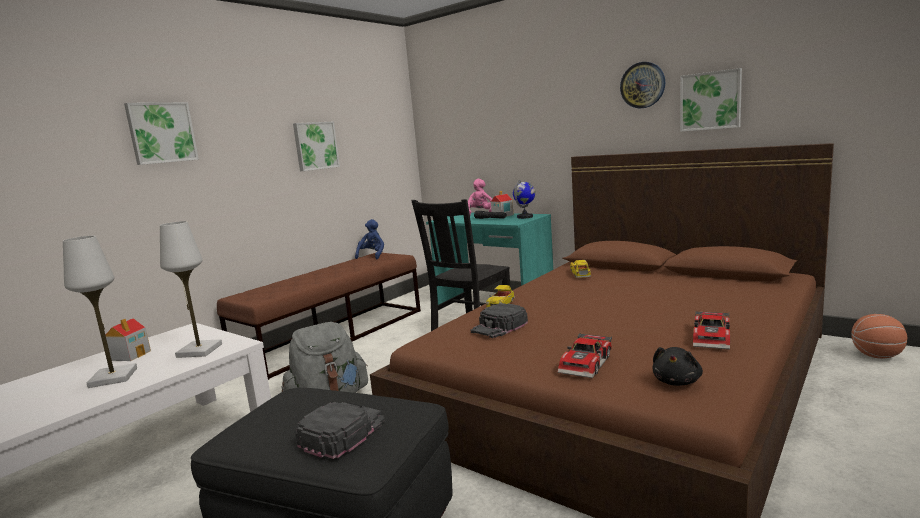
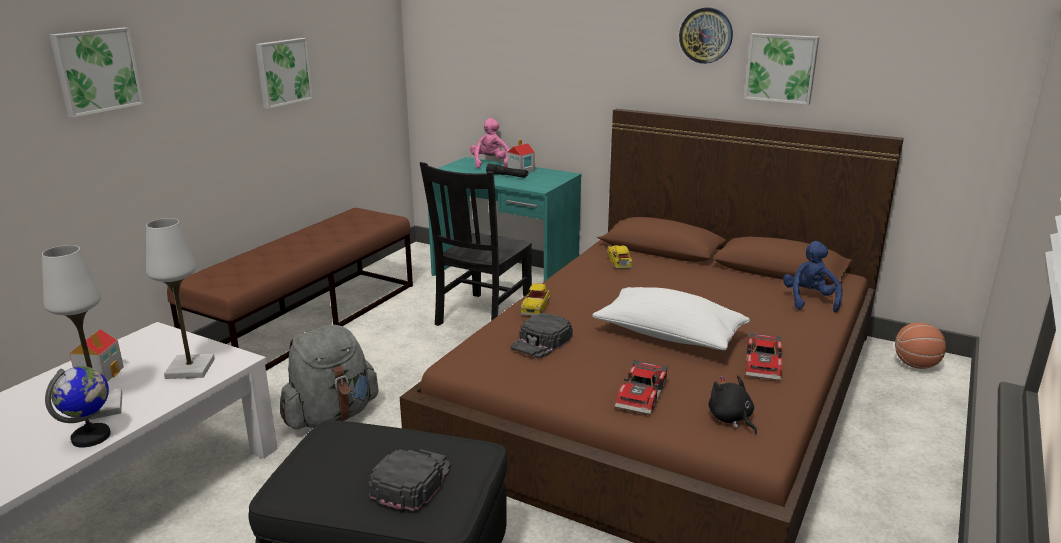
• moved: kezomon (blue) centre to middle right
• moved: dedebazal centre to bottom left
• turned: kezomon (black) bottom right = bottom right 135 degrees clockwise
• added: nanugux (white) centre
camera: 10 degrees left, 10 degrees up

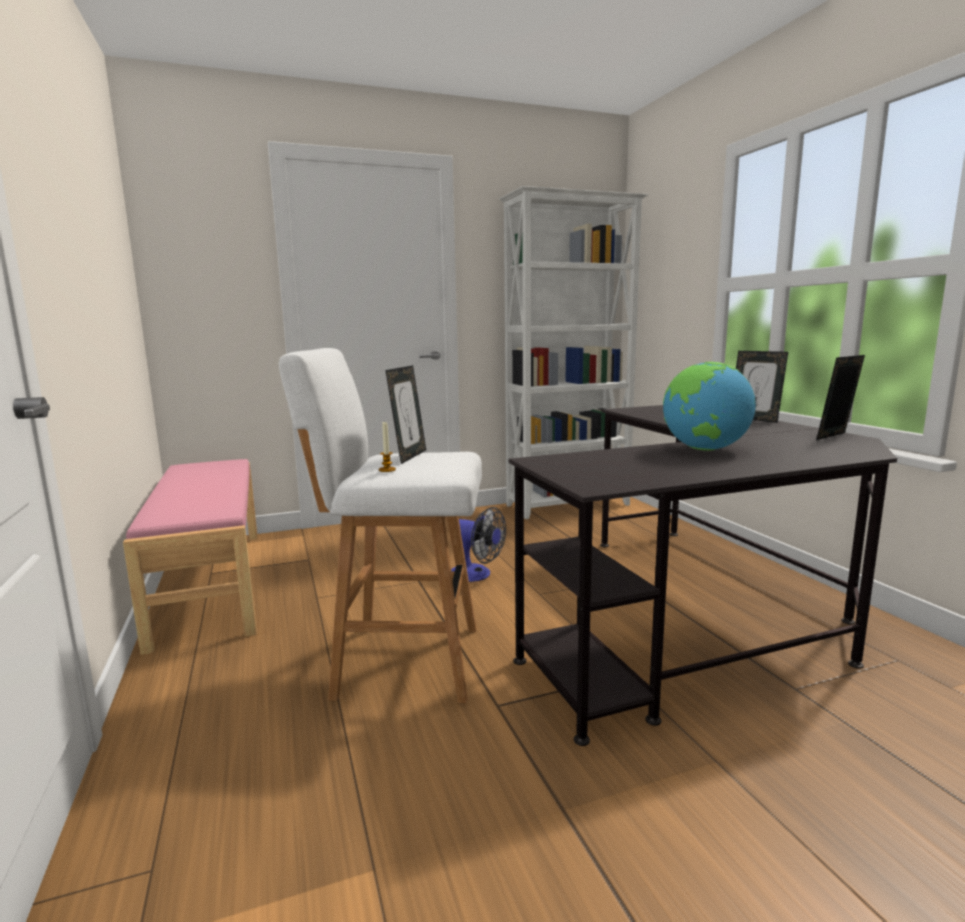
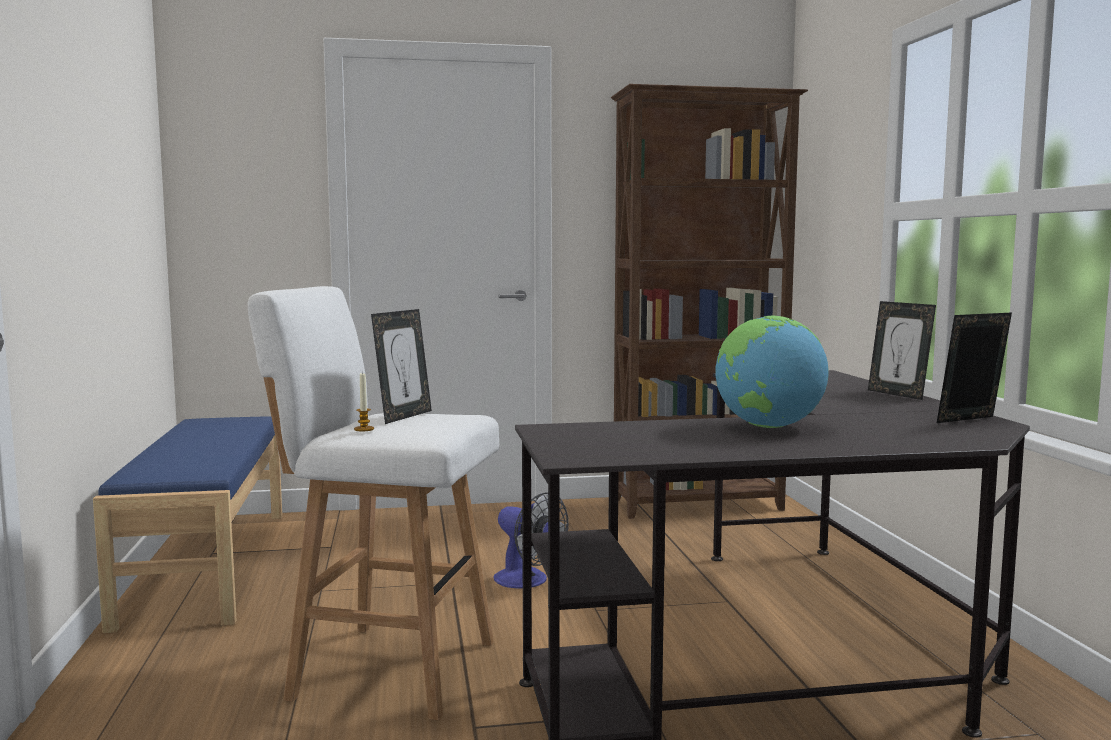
• recoloured: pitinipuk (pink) middle left to pitinipuk (blue) bottom left
• recoloured: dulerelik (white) centre to dulerelik (brown) centre
camera: 10 degrees right, 5 degrees down

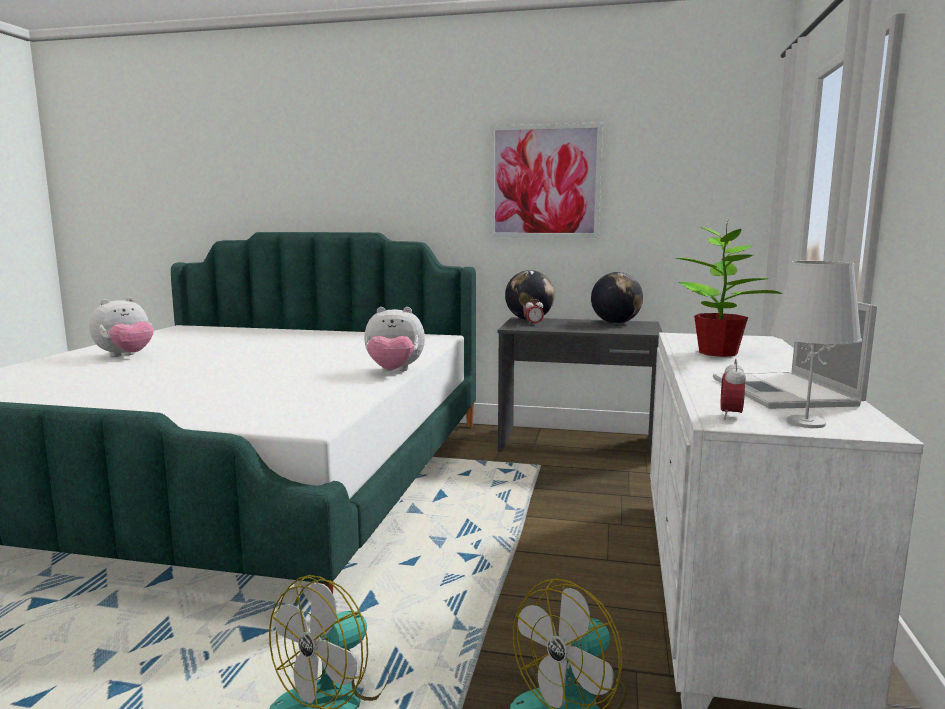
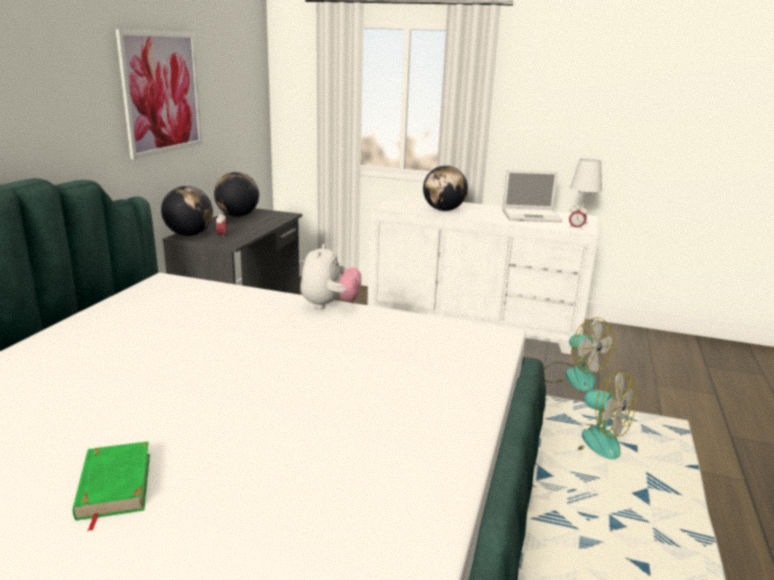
• replaced: kezomon (1st from left) middle left to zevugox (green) bottom left
• replaced: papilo middle right to dedebazal (3rd from left) top centre
camera: 85 degrees left, 10 degrees up

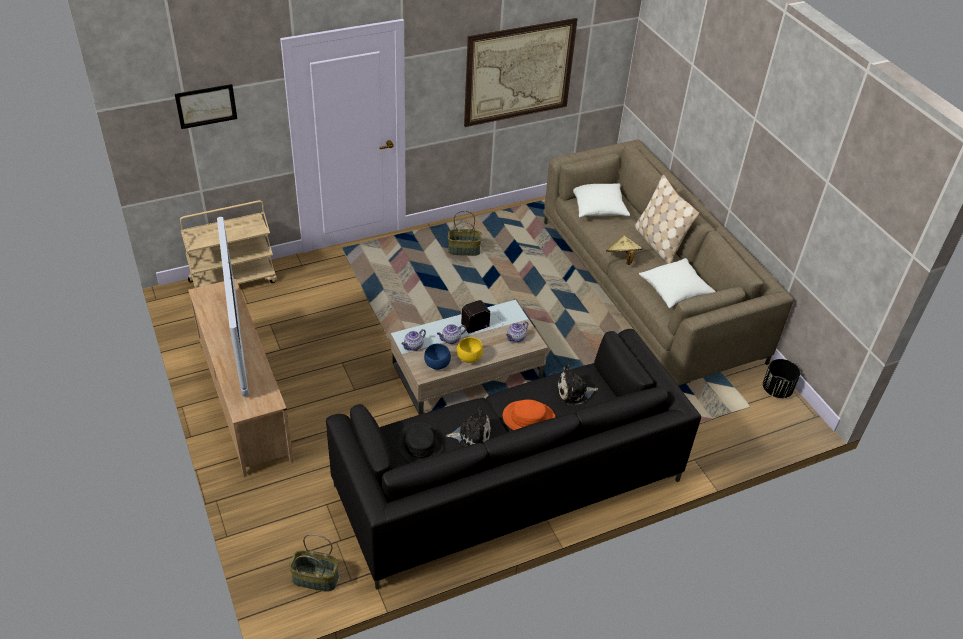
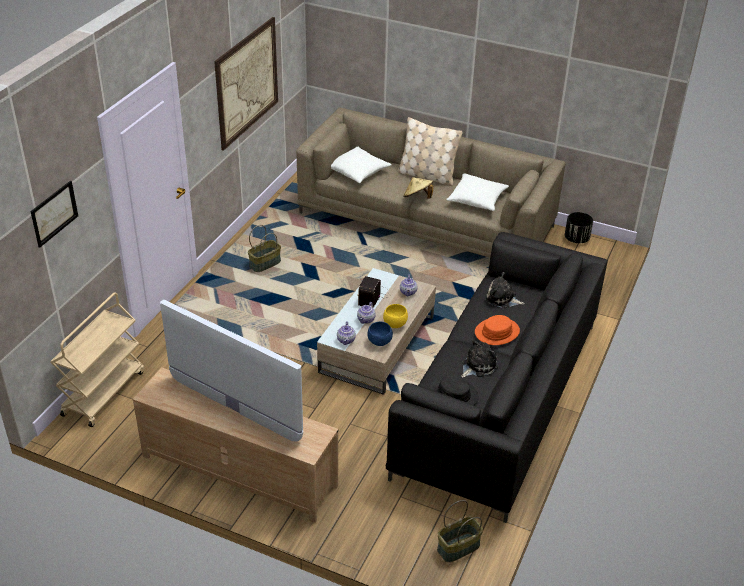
• turned: kezomon (2nd from left) centre = middle right 75 degrees clockwise
camera: 40 degrees left, 5 degrees down

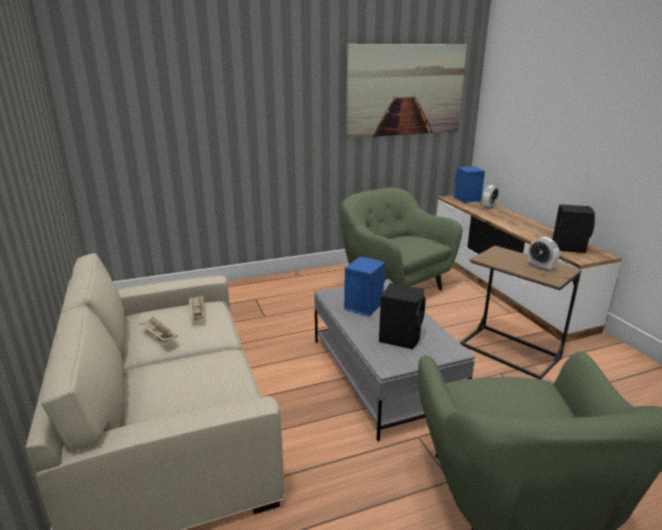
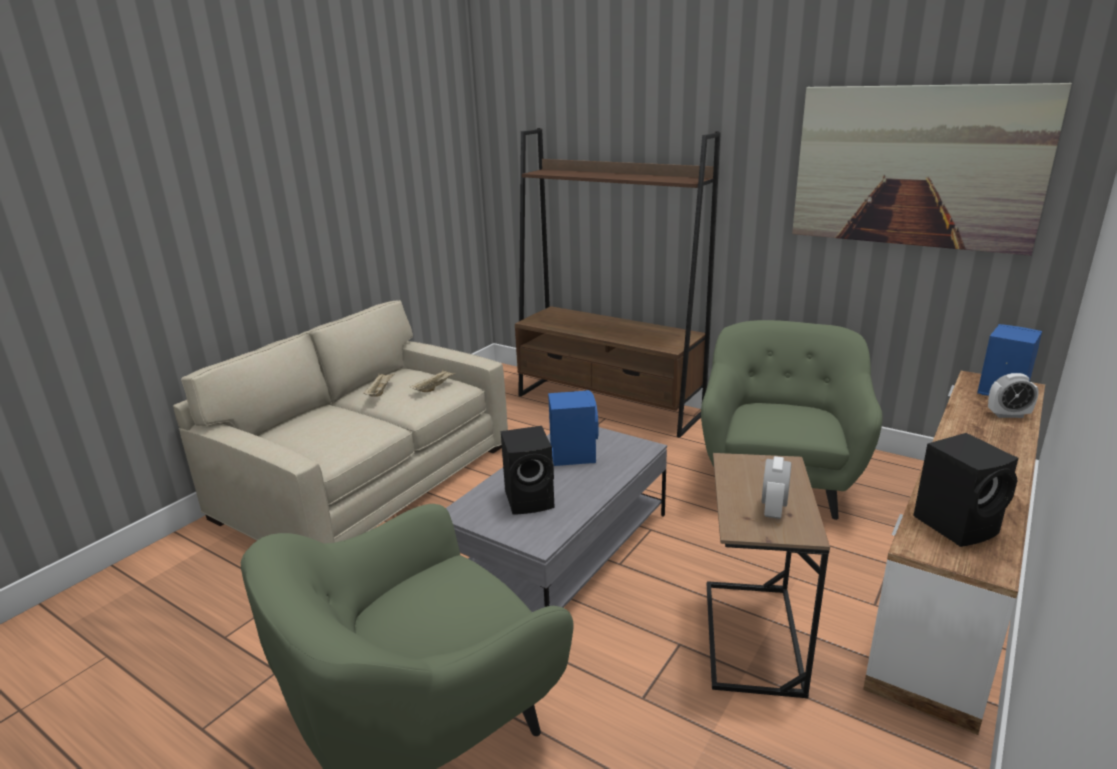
• added: dulerelik (brown) centre
camera: 55 degrees right, 0 degrees up

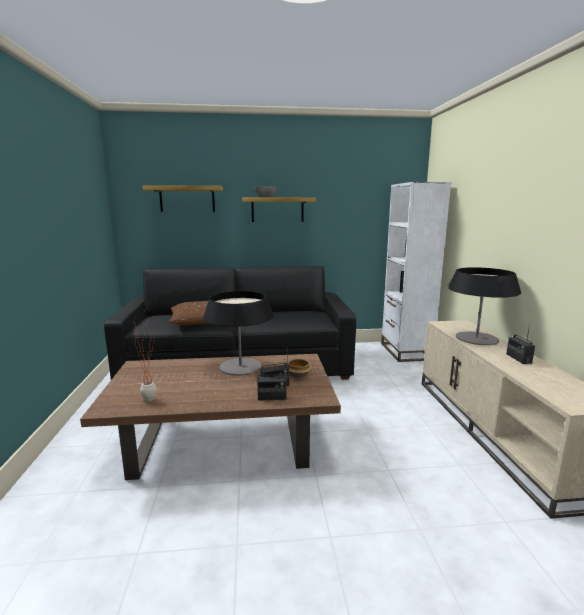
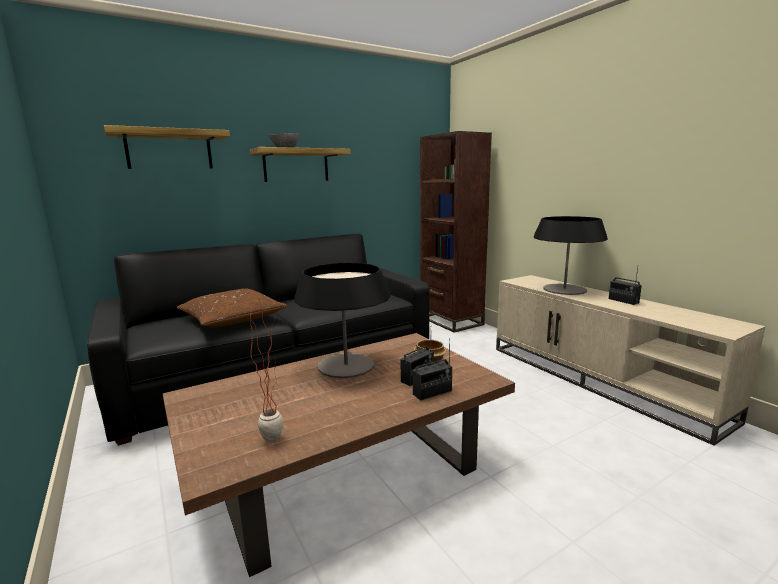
• recoloured: dulerelik (white) middle right to dulerelik (brown) centre
camera: 25 degrees left, 0 degrees up

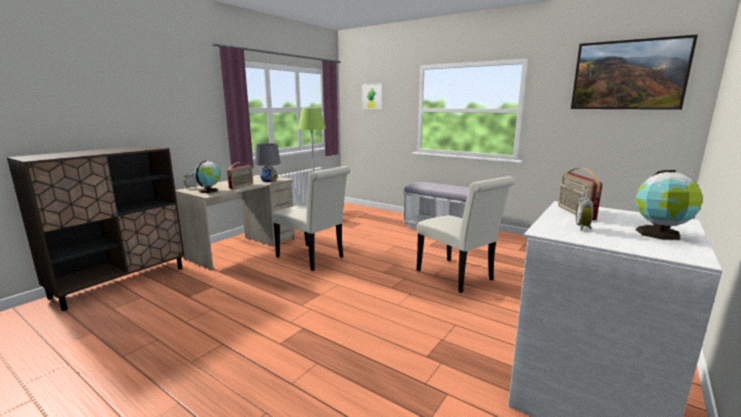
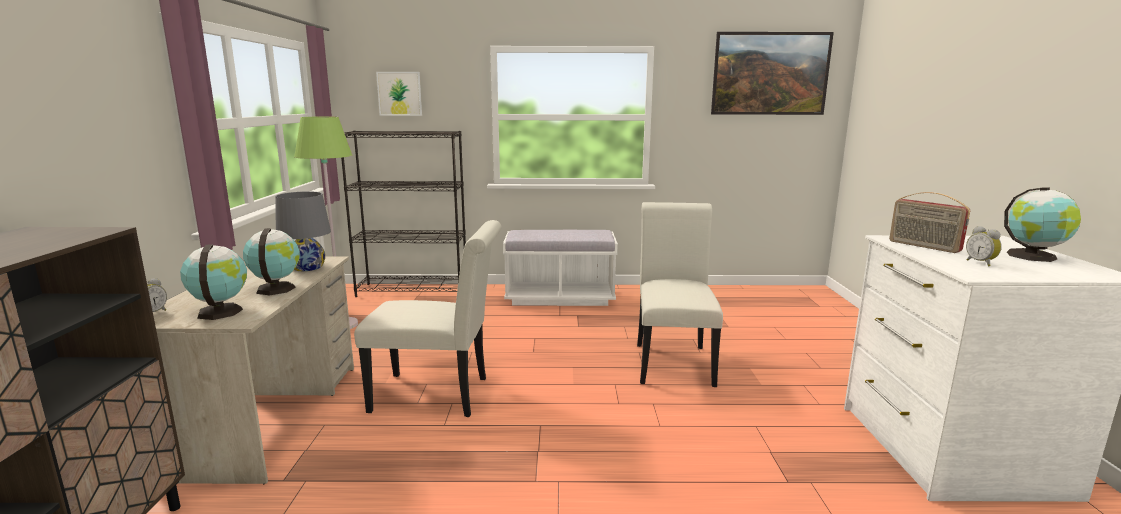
• replaced: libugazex (1st from left) middle left to dedebazal (2nd from left) middle left
• turned: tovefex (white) (2nd from left) centre = centre 105 degrees counterclockwise
• added: dulerelik (black) centre
camera: 35 degrees left, 0 degrees up

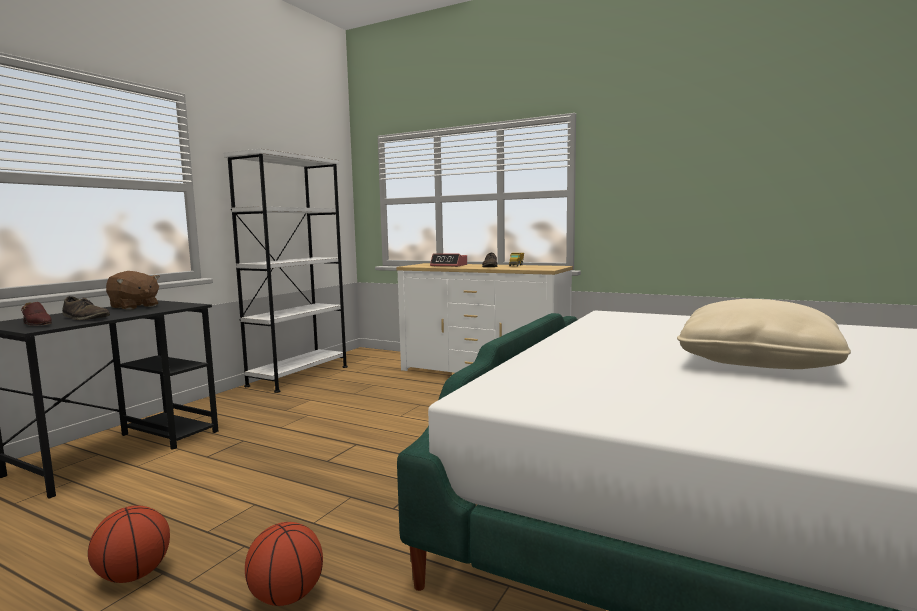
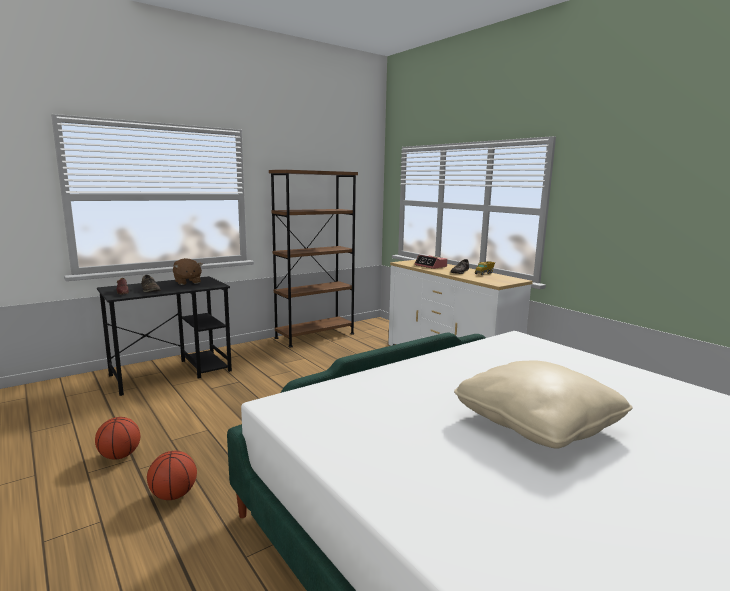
• recoloured: dulerelik (white) middle left to dulerelik (brown) centre
camera: 25 degrees right, 5 degrees up

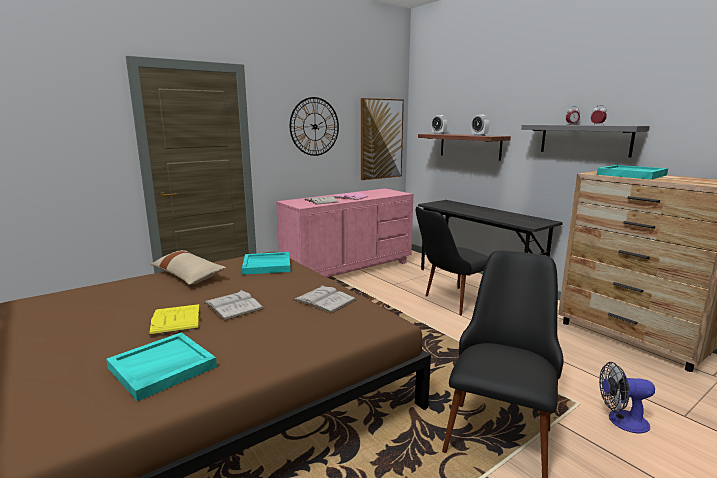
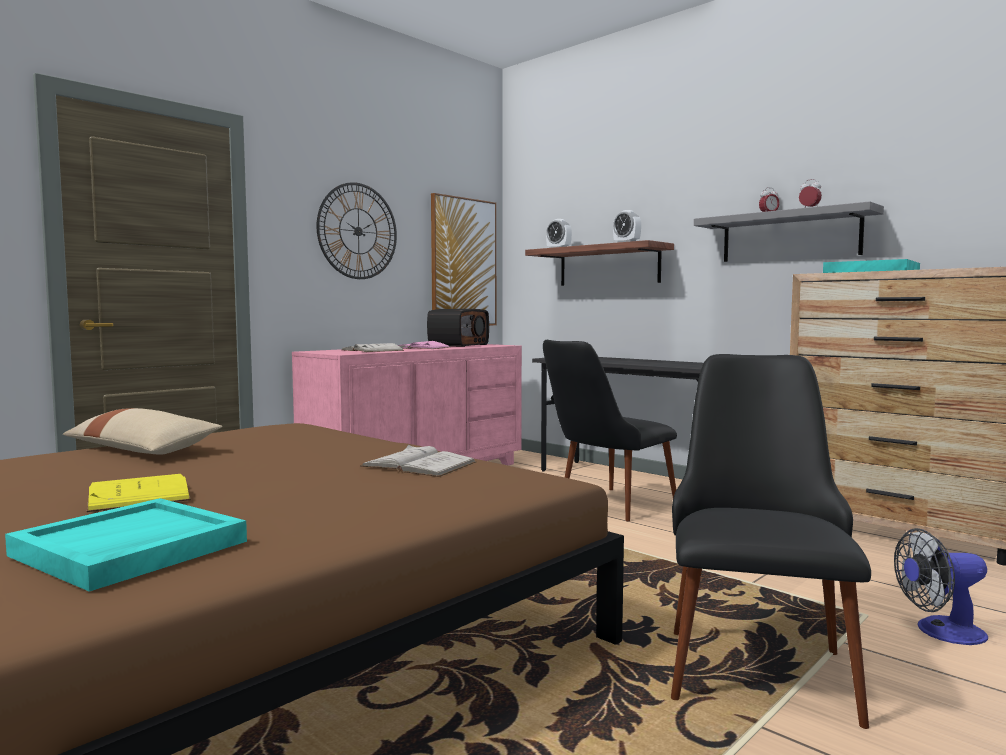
• removed: zevugox (white) (1st from left) middle left
• removed: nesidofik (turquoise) (2nd from left) centre
• added: libugazex centre
camera: 10 degrees left, 10 degrees down

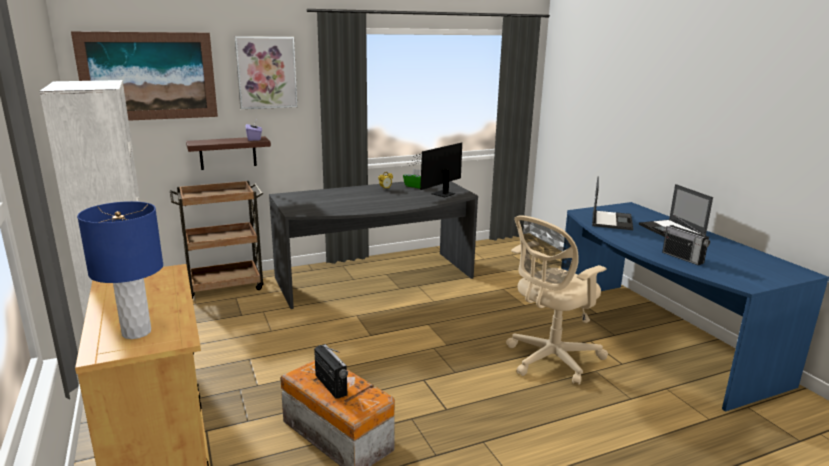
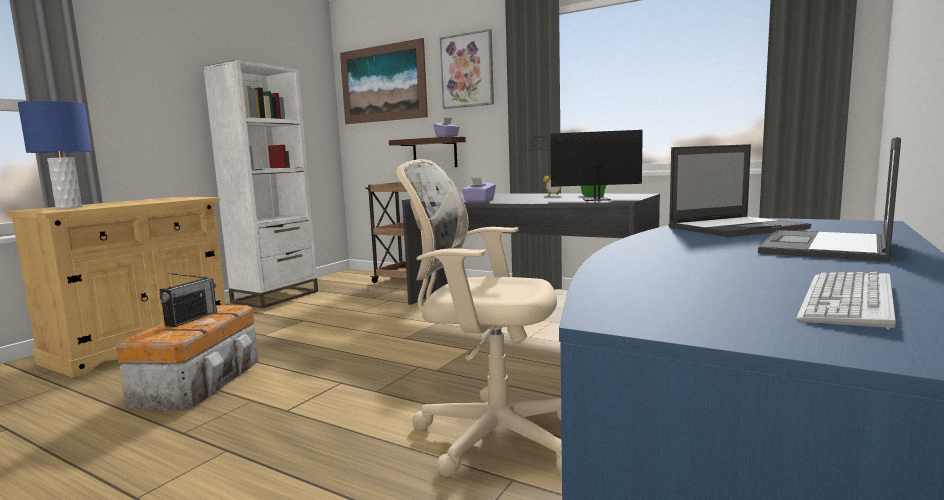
• removed: libugazex (2nd from left) middle right
• added: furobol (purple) (2nd from left) centre
• added: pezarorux middle right
camera: 55 degrees right, 10 degrees down

